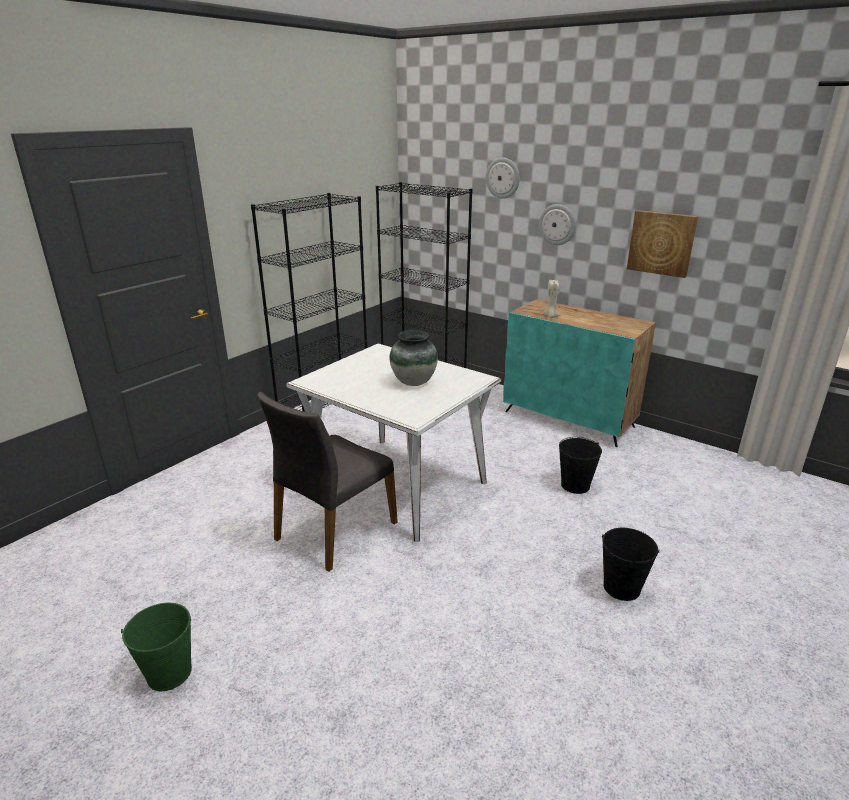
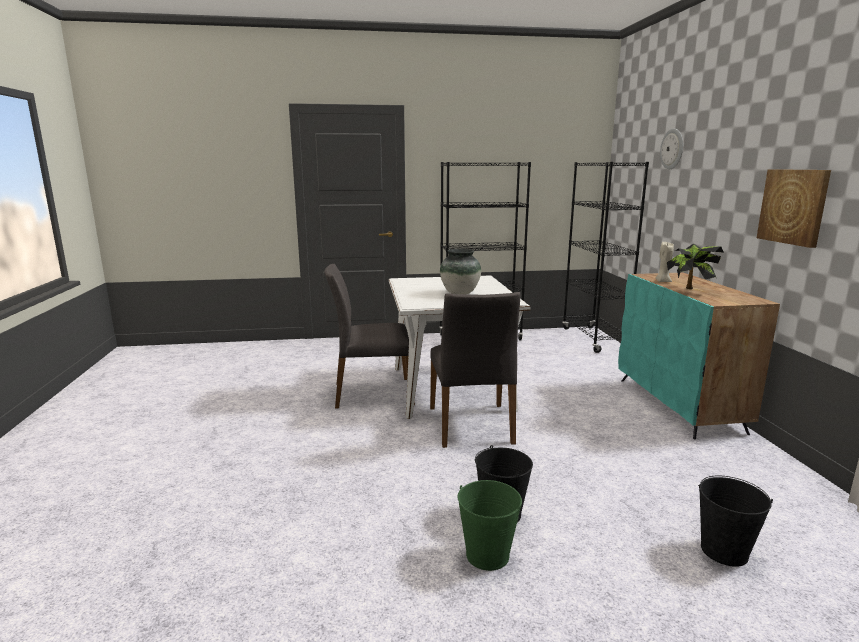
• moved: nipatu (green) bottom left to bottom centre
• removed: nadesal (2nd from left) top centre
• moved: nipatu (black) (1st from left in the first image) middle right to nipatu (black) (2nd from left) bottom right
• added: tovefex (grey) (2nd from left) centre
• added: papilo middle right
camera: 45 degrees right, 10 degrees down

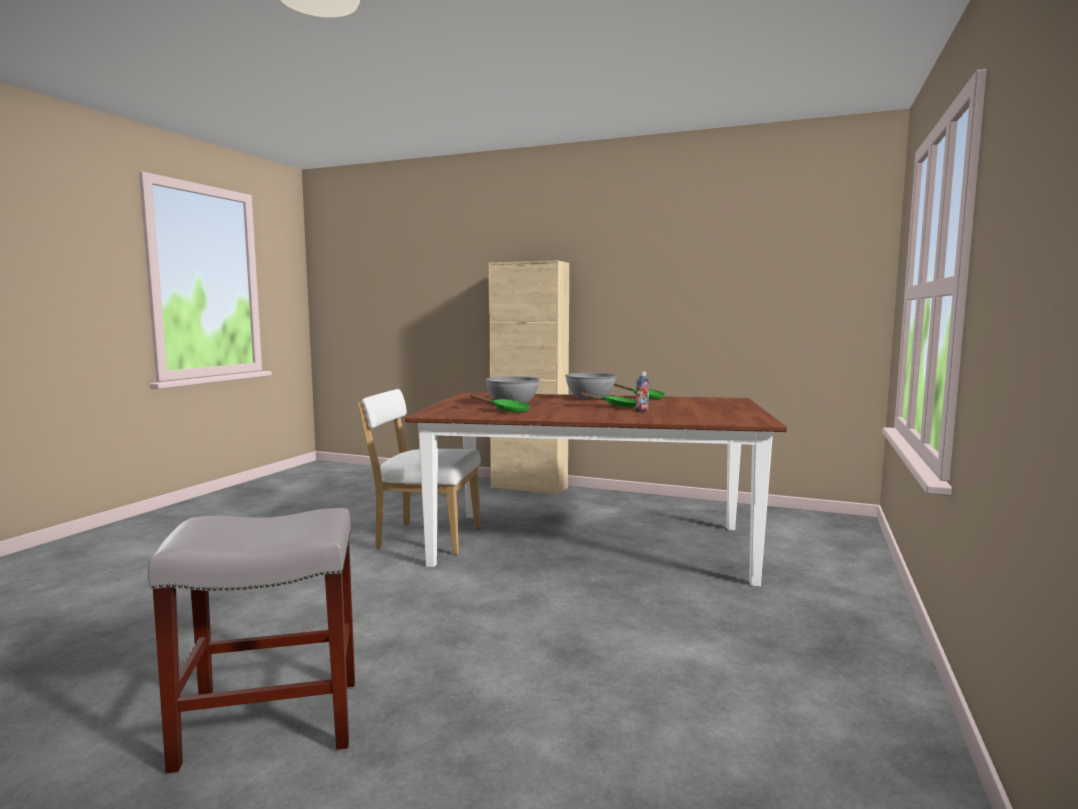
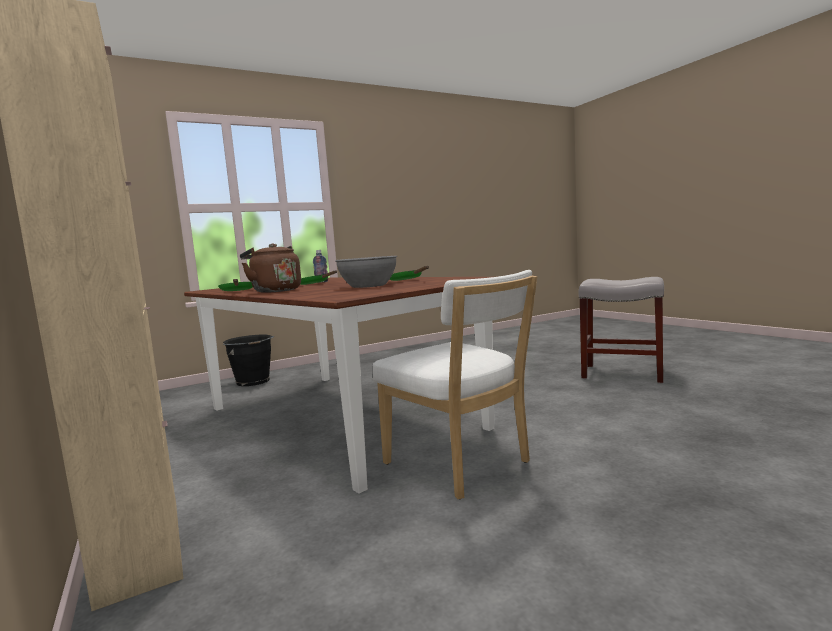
• replaced: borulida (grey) (2nd from left) centre to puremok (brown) middle left
• added: nipatu (black) middle left
camera: 140 degrees left, 0 degrees up

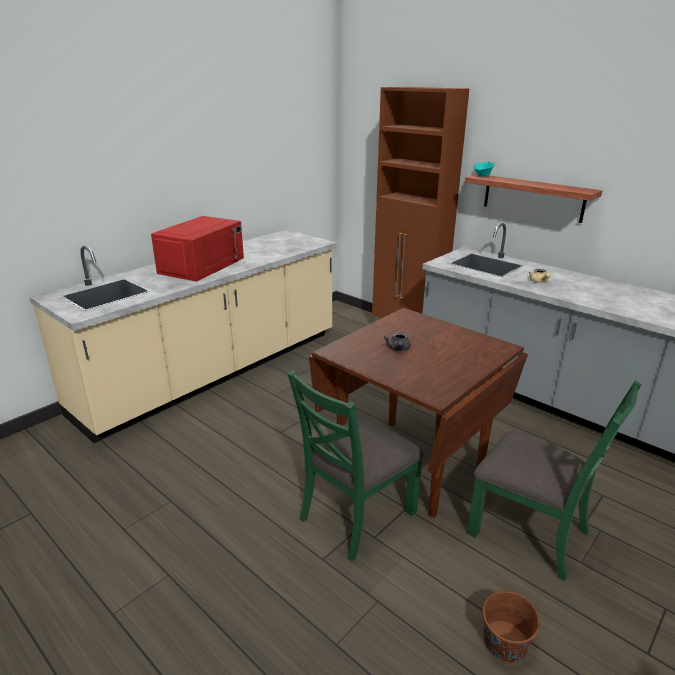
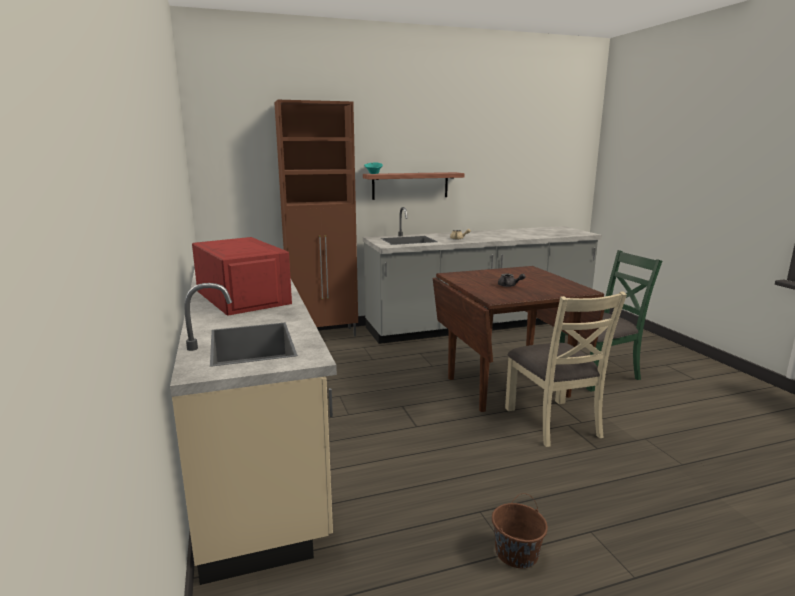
• recoloured: tovefex (green) (1st from left) bottom centre to tovefex (beige) middle right
• moved: nipatu (brown) bottom right to bottom centre
camera: 60 degrees left, 10 degrees down

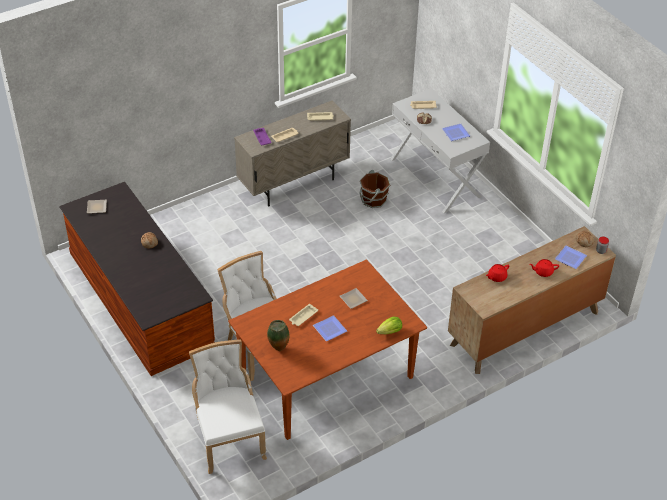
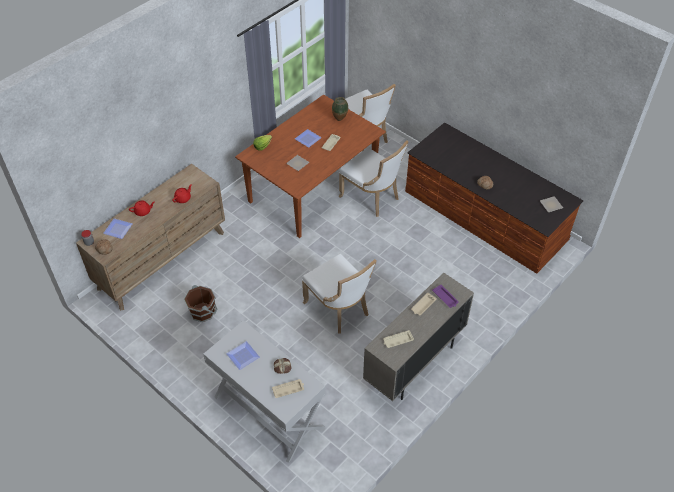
• moved: nipatu (brown) centre to middle left
• added: tovefex (white) (1st from left) centre
camera: 165 degrees right, 5 degrees up

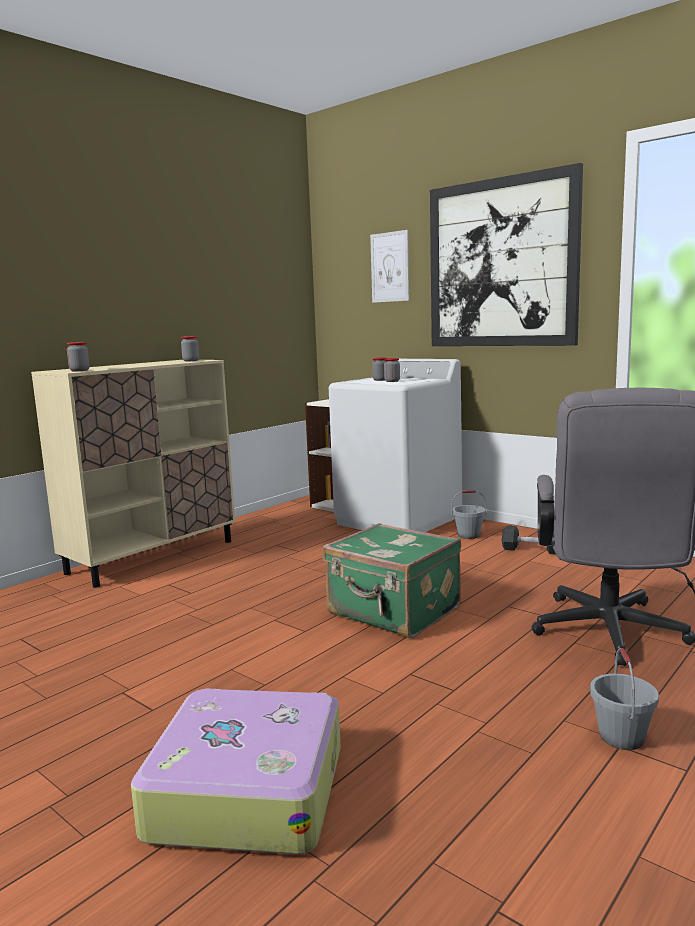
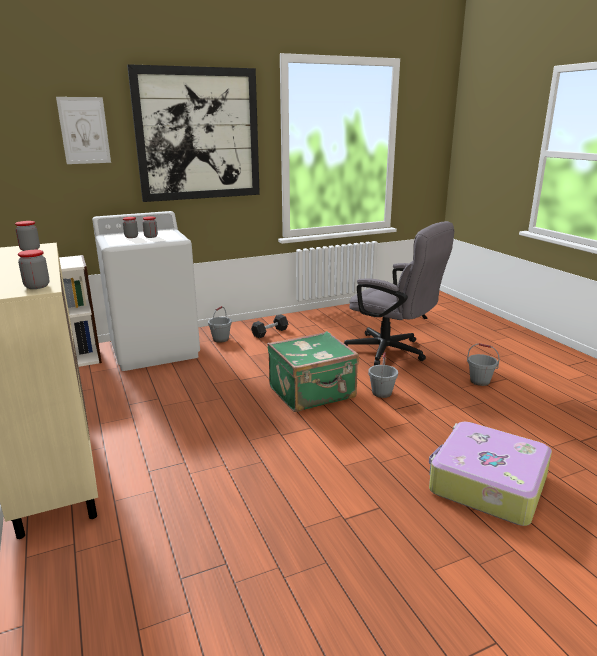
• added: nipatu (grey) (2nd from left) centre
camera: 65 degrees left, 10 degrees up

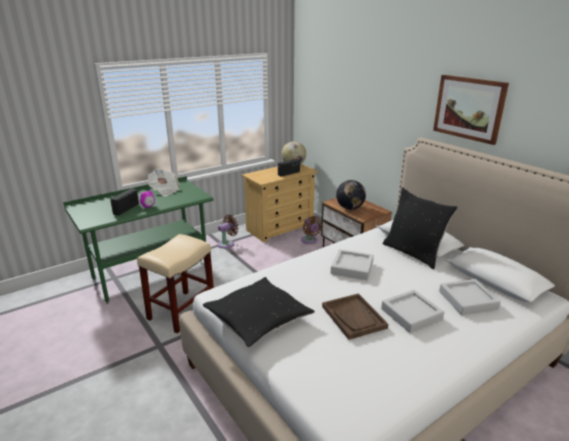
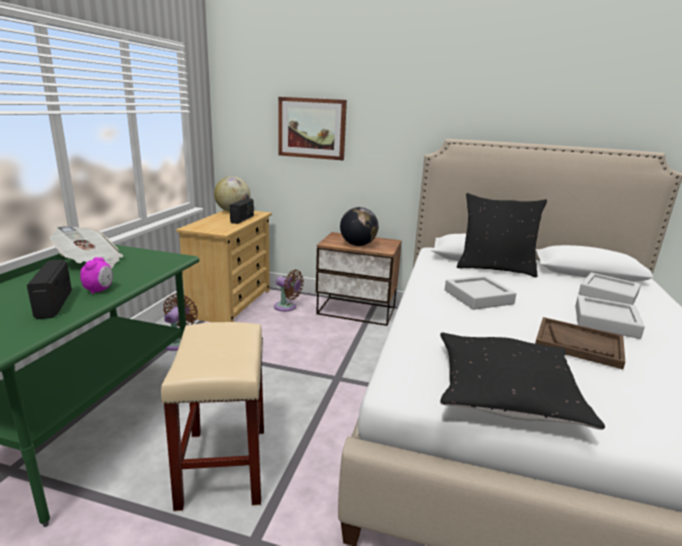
• moved: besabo top right to top centre
camera: 40 degrees left, 5 degrees down

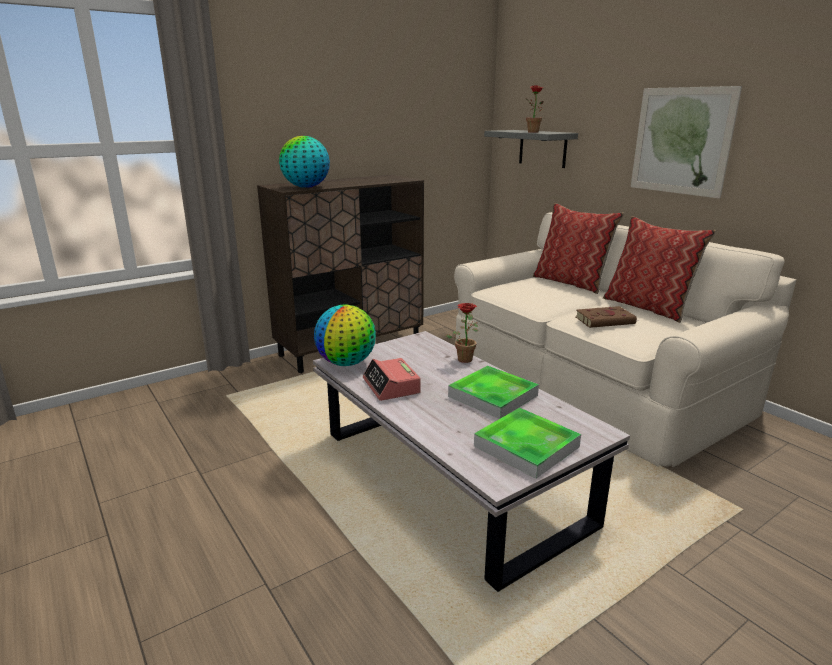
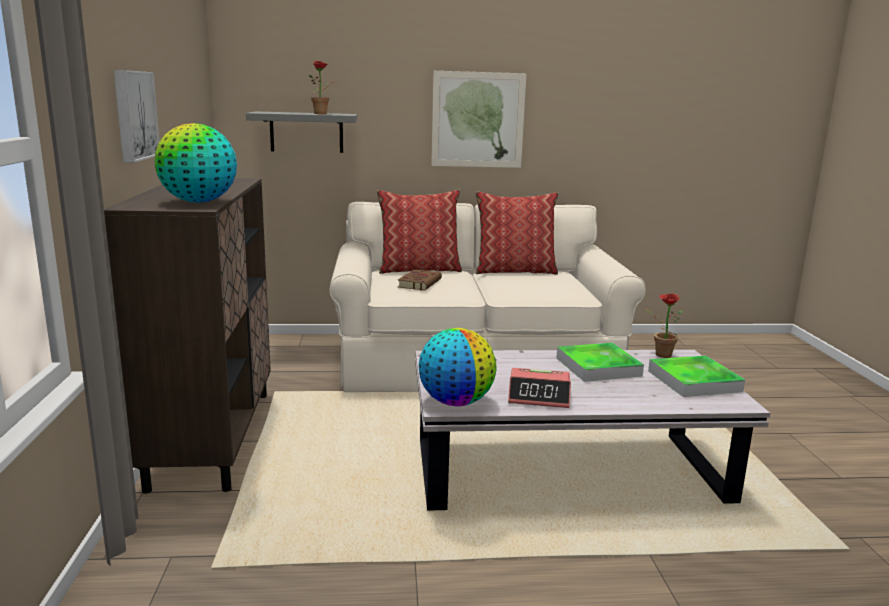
• moved: papilo (1st from left in the first image) centre to papilo (2nd from left) middle right
• moved: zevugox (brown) middle right to centre
• added: besabo (1st from left) top left
camera: 60 degrees left, 5 degrees down

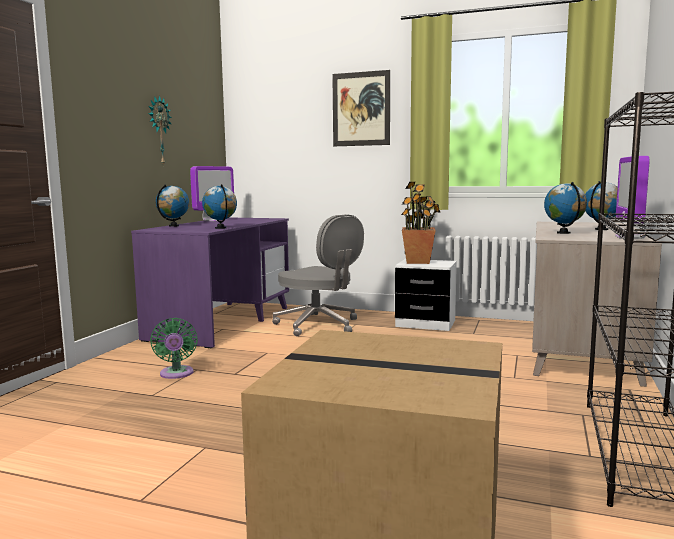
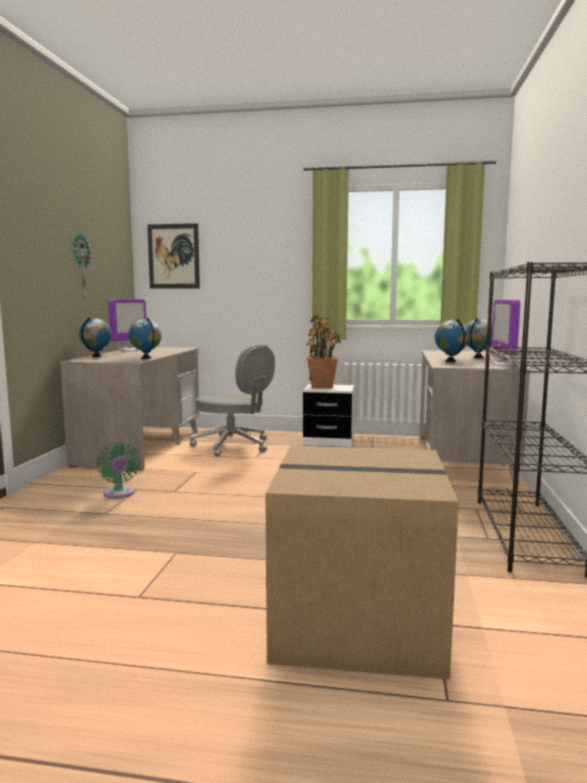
• recoloured: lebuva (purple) middle left to lebuva (beige) (1st from left) middle left
• moved: besabo top centre to top left
camera: 10 degrees left, 0 degrees up

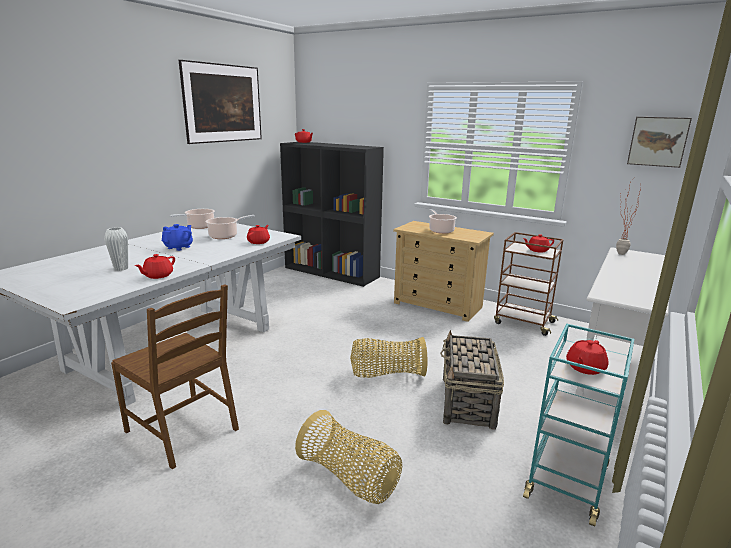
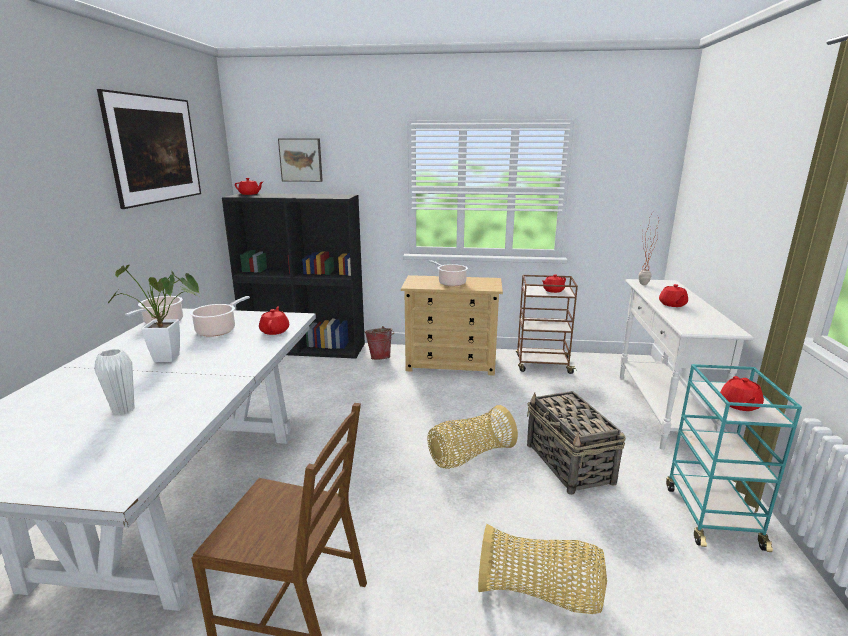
• moved: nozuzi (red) (1st from left in the first image) middle left to nozuzi (red) (4th from left) middle right
• replaced: nozuzi (blue) middle left to papilo (1st from left) middle left
• moved: besabo (2nd from left) top right to top centre
• added: nipatu centre
camera: 25 degrees left, 0 degrees up

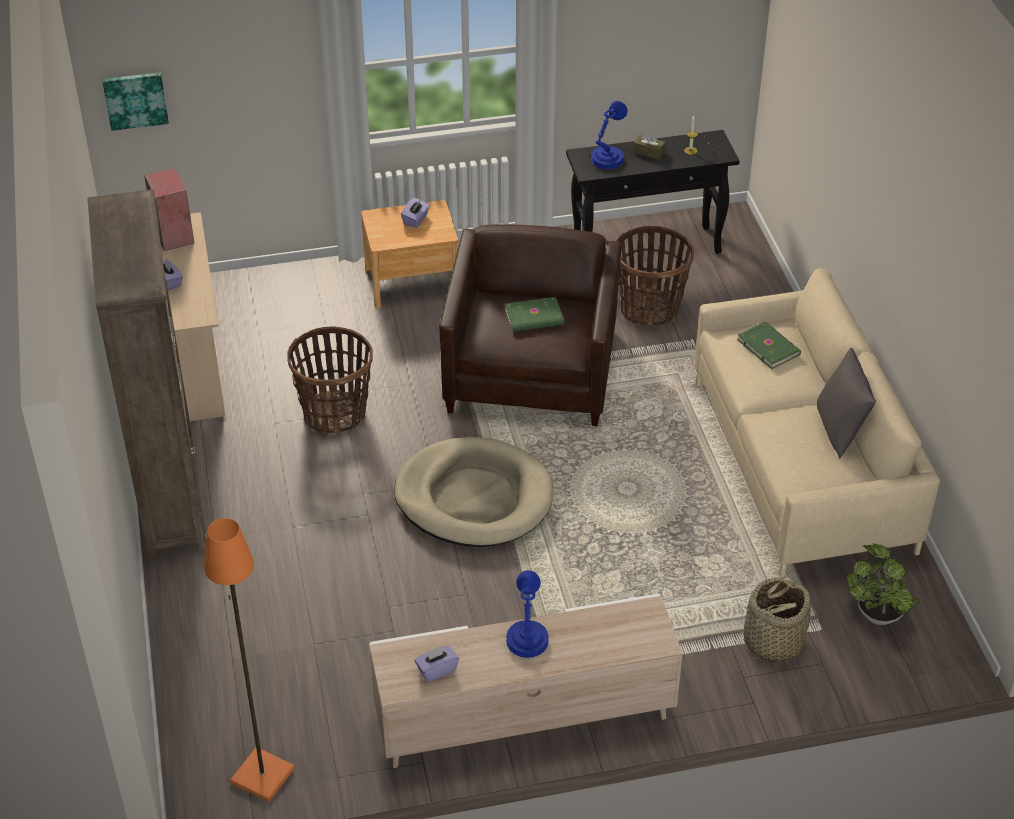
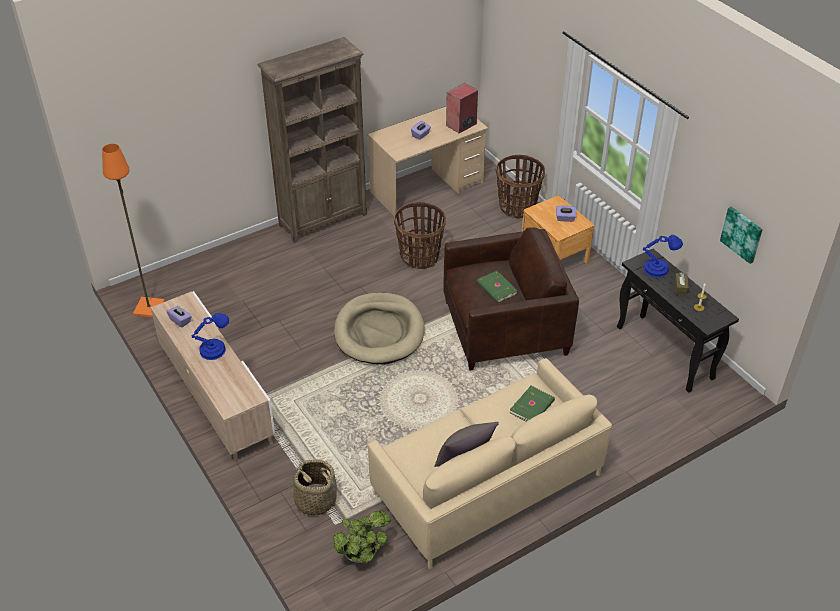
• moved: besabo top left to middle right
• moved: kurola (2nd from left in the first image) centre to kurola (3rd from left) top centre
camera: 70 degrees right, 0 degrees up

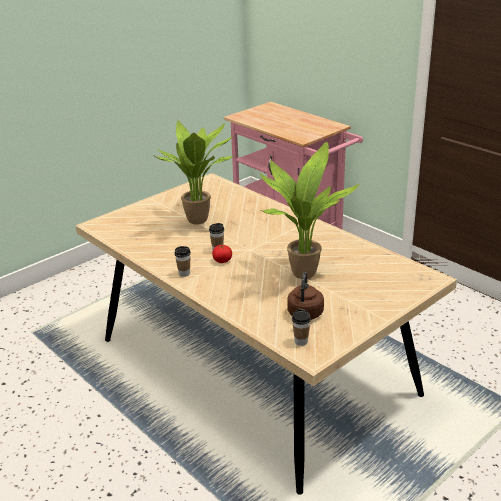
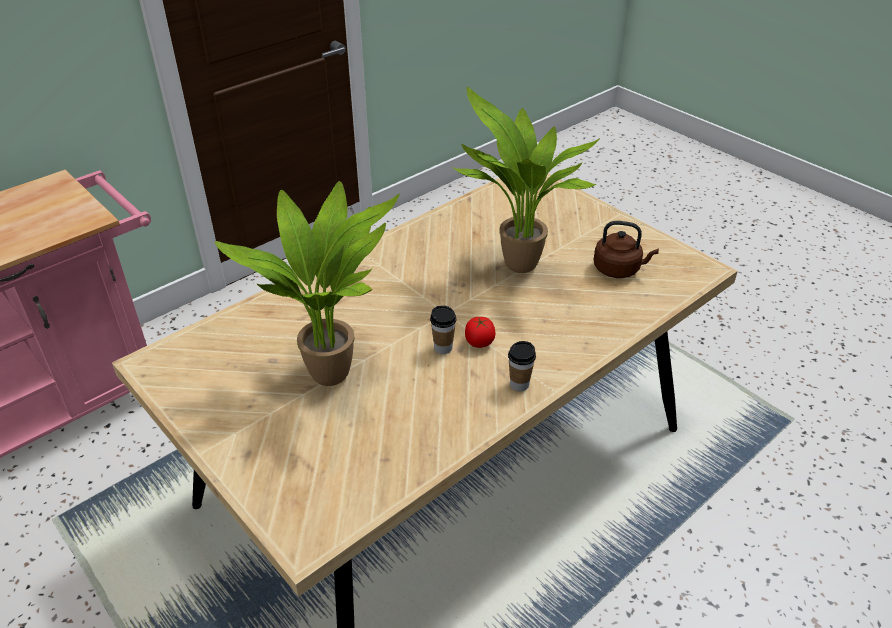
• removed: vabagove (3rd from left) centre
camera: 90 degrees left, 10 degrees up

